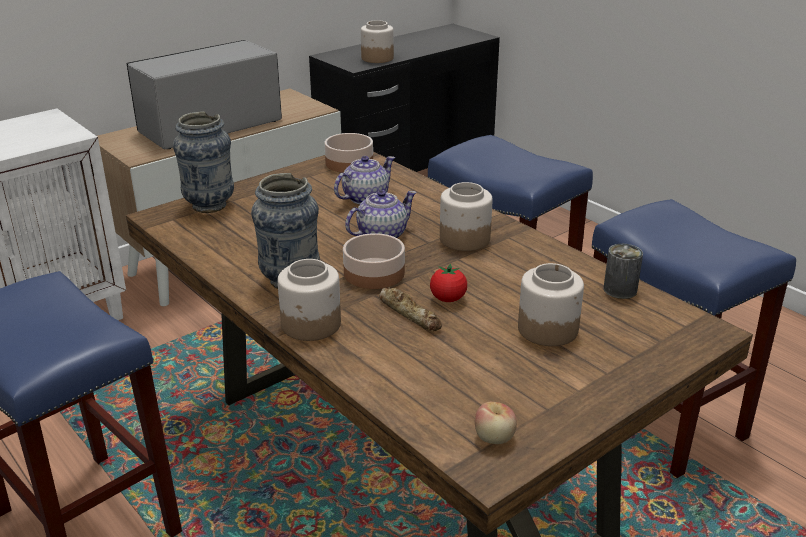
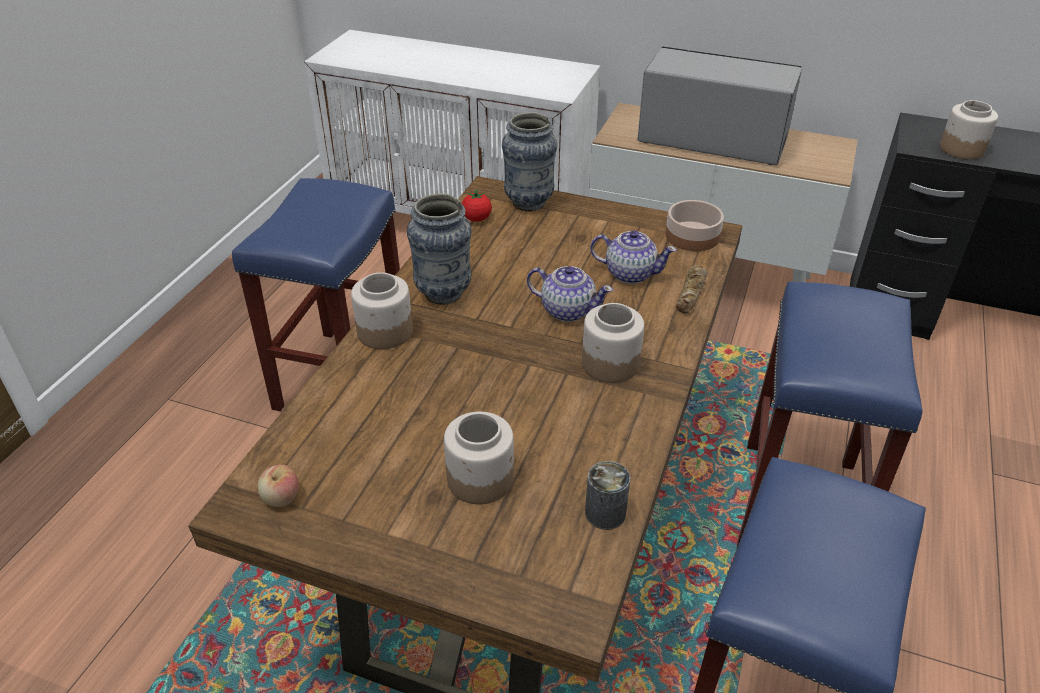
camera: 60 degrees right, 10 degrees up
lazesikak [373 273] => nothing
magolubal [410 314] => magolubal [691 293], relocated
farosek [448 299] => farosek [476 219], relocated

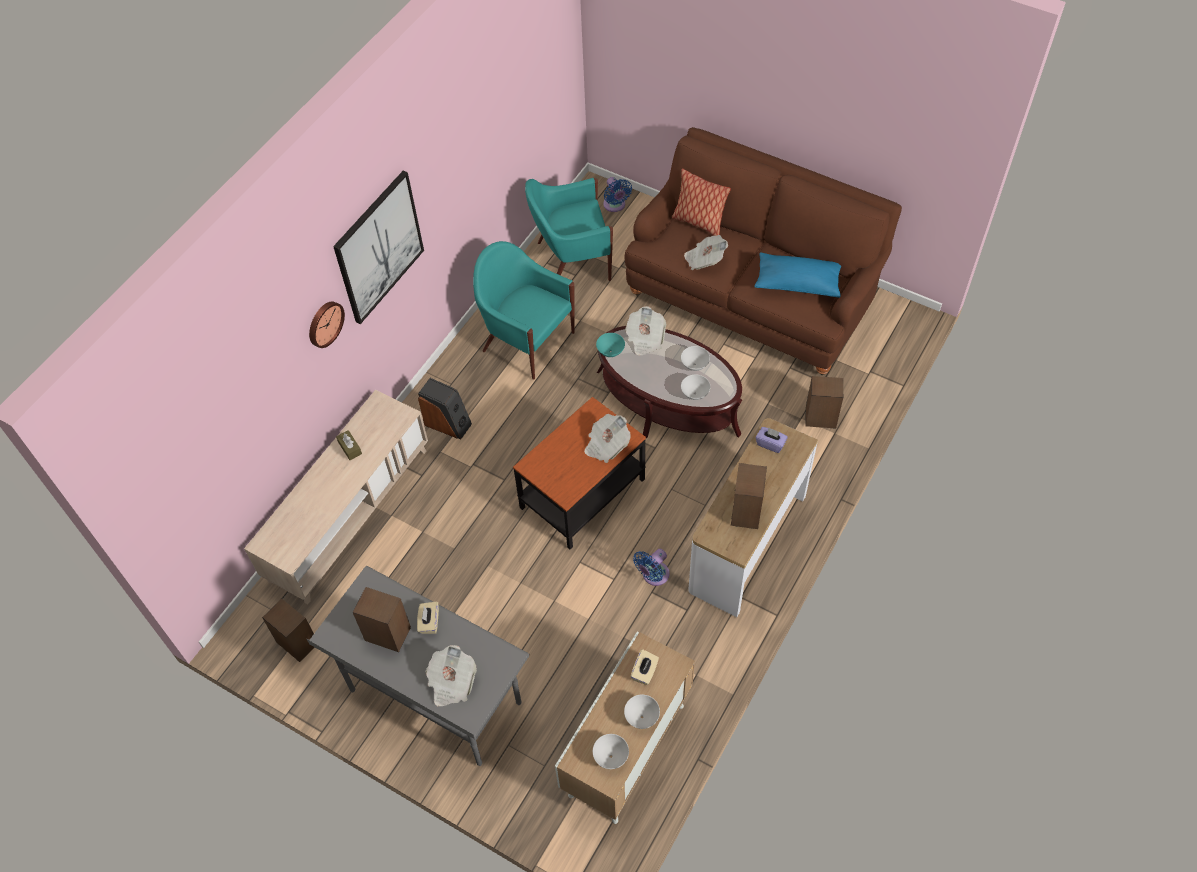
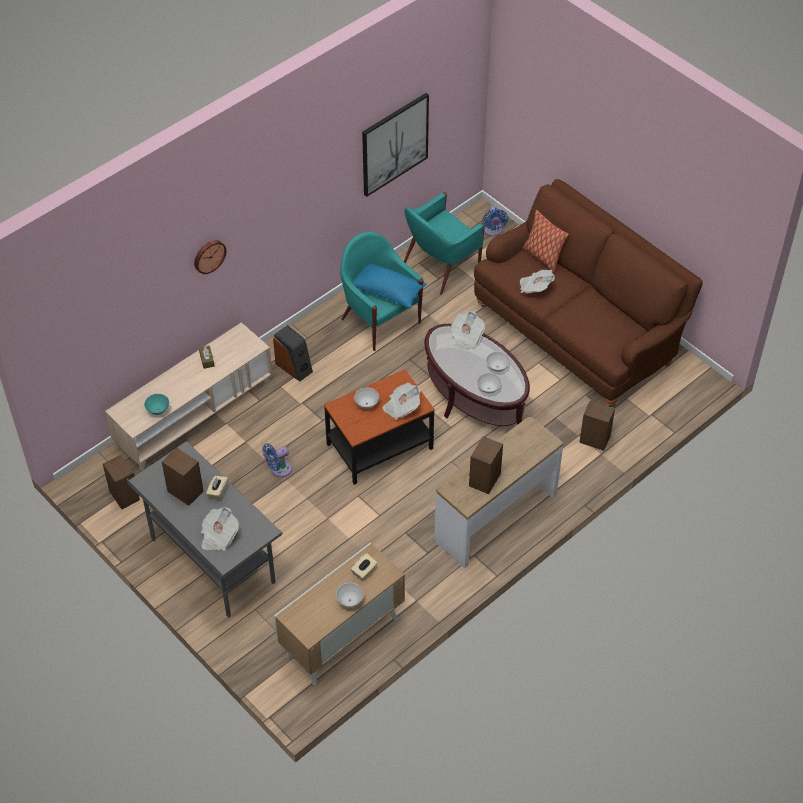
camera: 15 degrees right, 5 degrees down
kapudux [379 247] => kapudux [394 144], relocated
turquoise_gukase [571 261] => turquoise_gukase [440 267], 45 degrees counterclockwise
white_lazesikak [610 756] => white_lazesikak [366 404], relocated
turquoise_lazesikak [610 351] => turquoise_lazesikak [158 410], relocated
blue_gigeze [653 575] => blue_gigeze [278 469], relocated
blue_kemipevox [797 283] => blue_kemipevox [388 291], relocated
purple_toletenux [770 444] => nothing

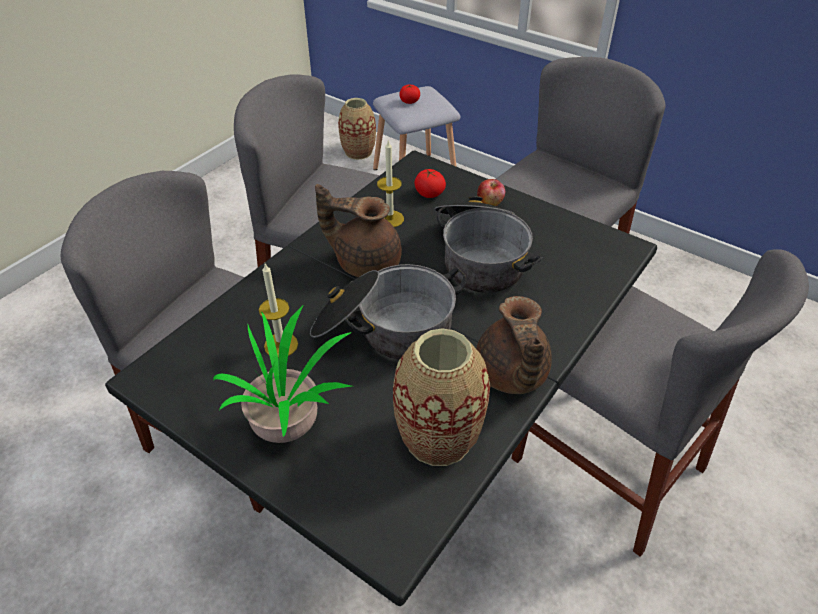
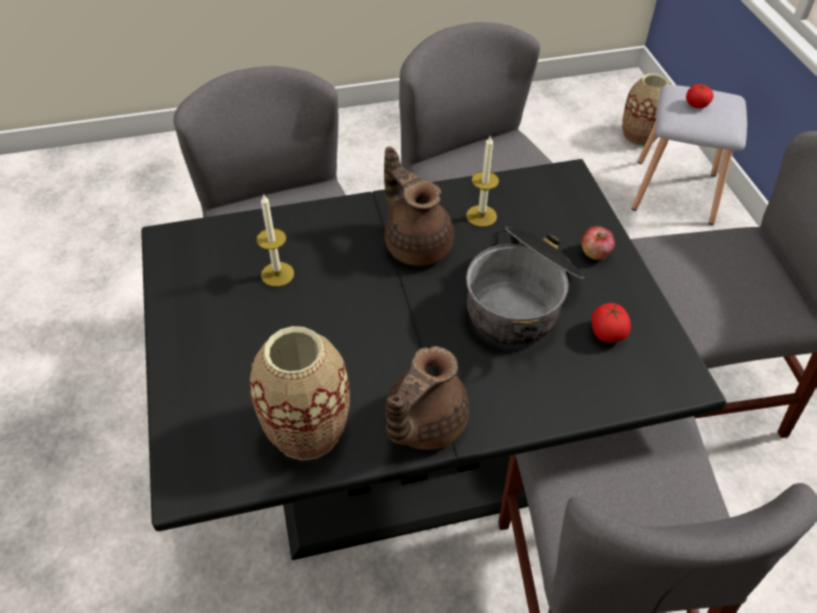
camera: 40 degrees right, 5 degrees up
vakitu [291 424] => nothing
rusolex [385 330] => nothing
farosek [429 194] => farosek [607 333], relocated

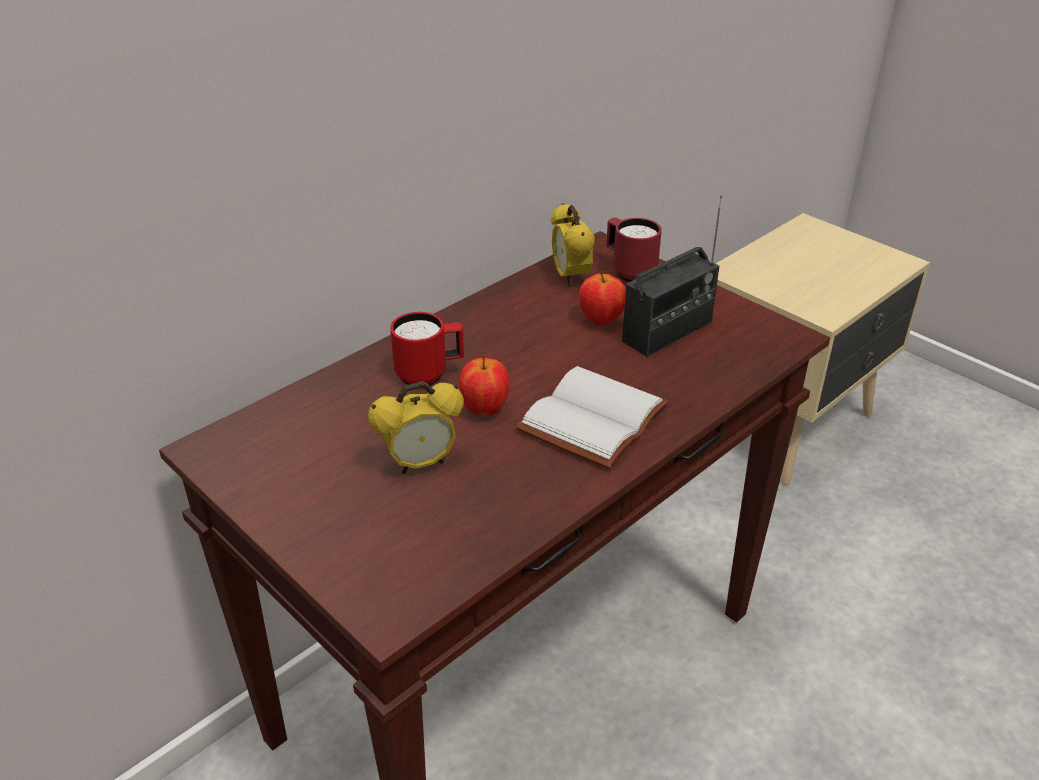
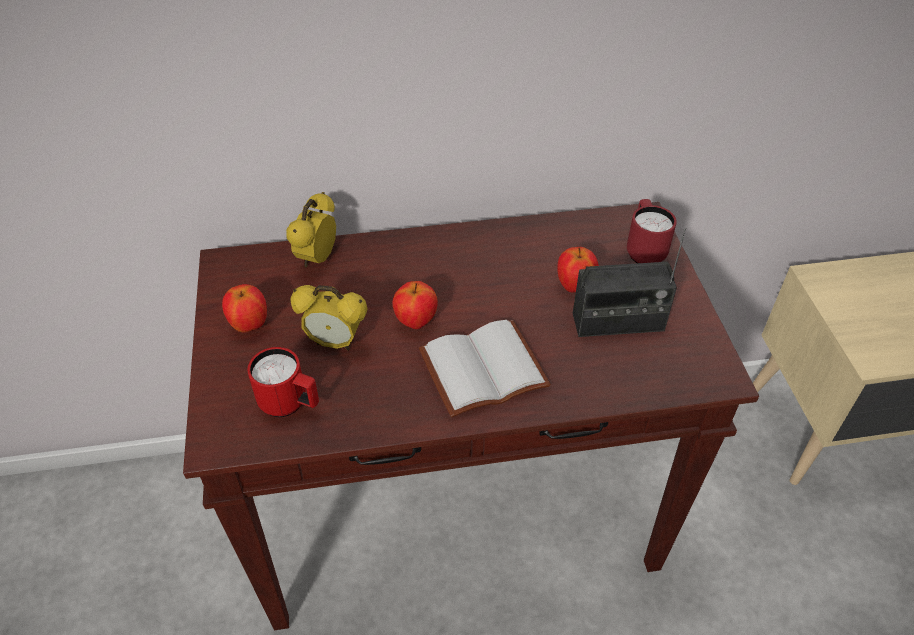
camera: 35 degrees right, 10 degrees up
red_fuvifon [430 374] => red_fuvifon [290 404], relocated
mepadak [570 278] => mepadak [317 259], relocated
nothing => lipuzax [249 325]

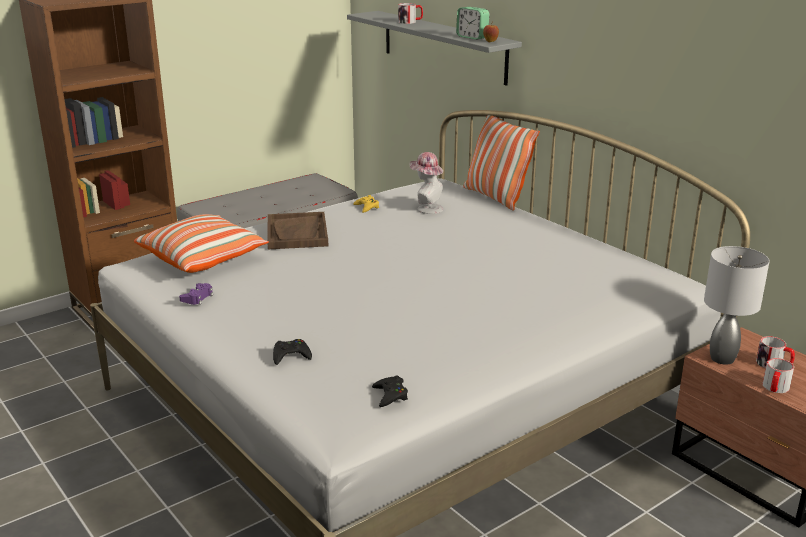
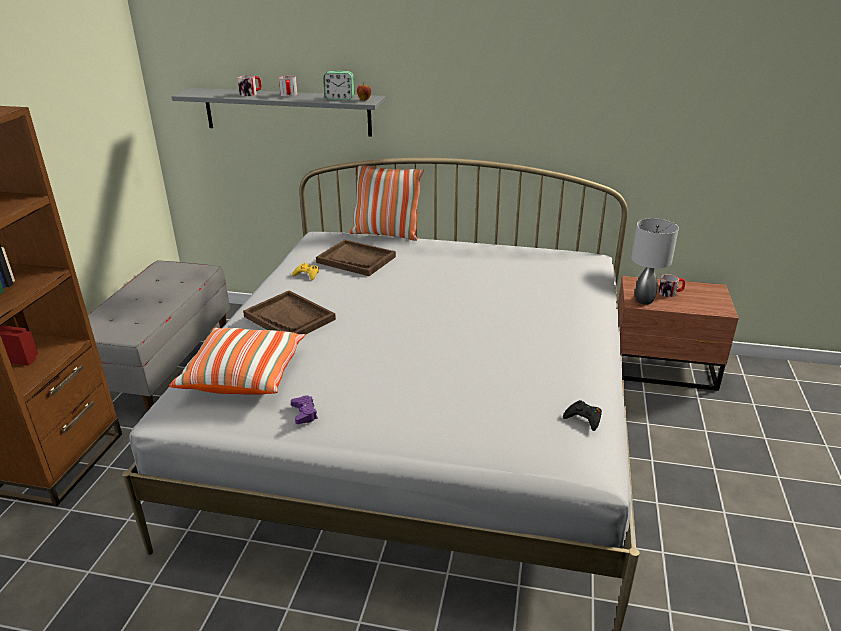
camera: 40 degrees left, 5 degrees up
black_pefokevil [291 355] => nothing
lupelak [426 208] => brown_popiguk [356 259]
fuvifon [775 388] => fuvifon [289 95], relocated

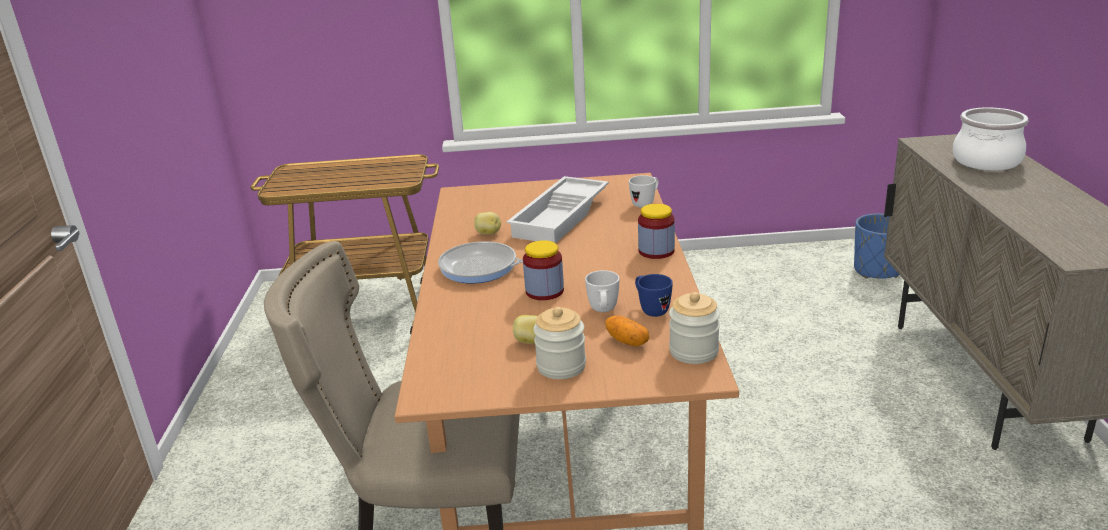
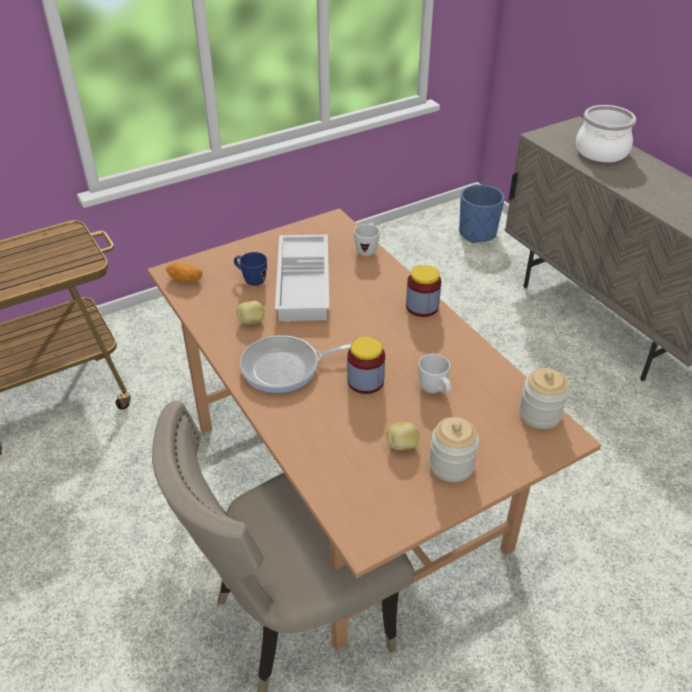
camera: 30 degrees left, 15 degrees up
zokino [627 341] => zokino [185 279], relocated
blue_fuvifon [651 309] => blue_fuvifon [251 280], relocated

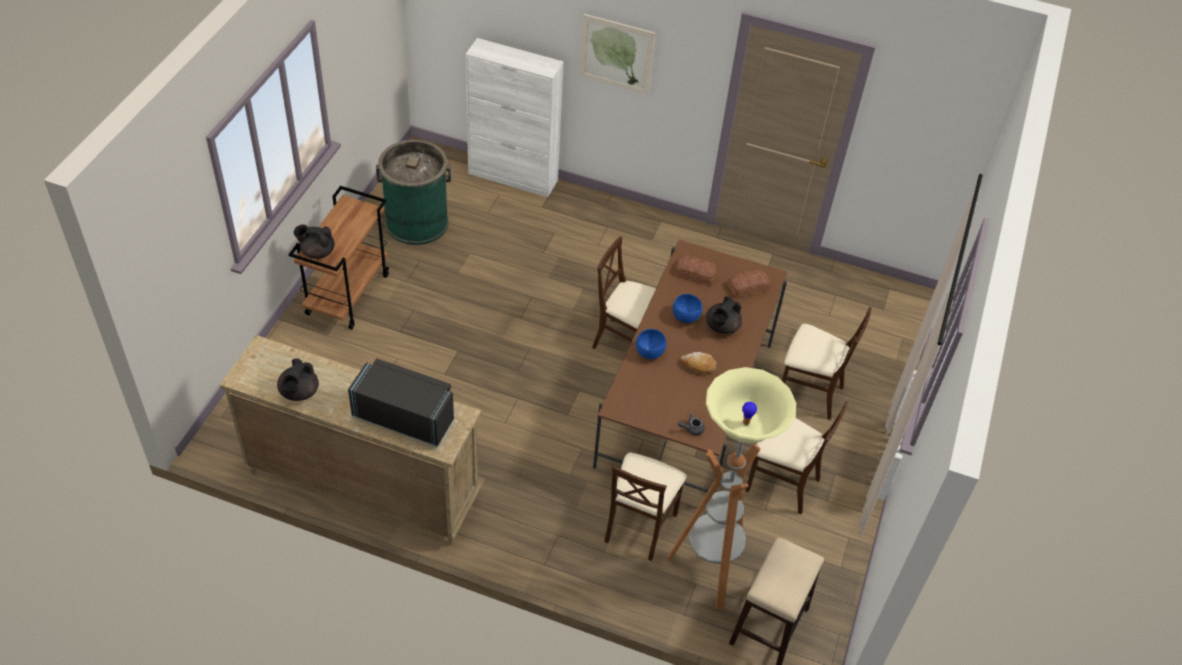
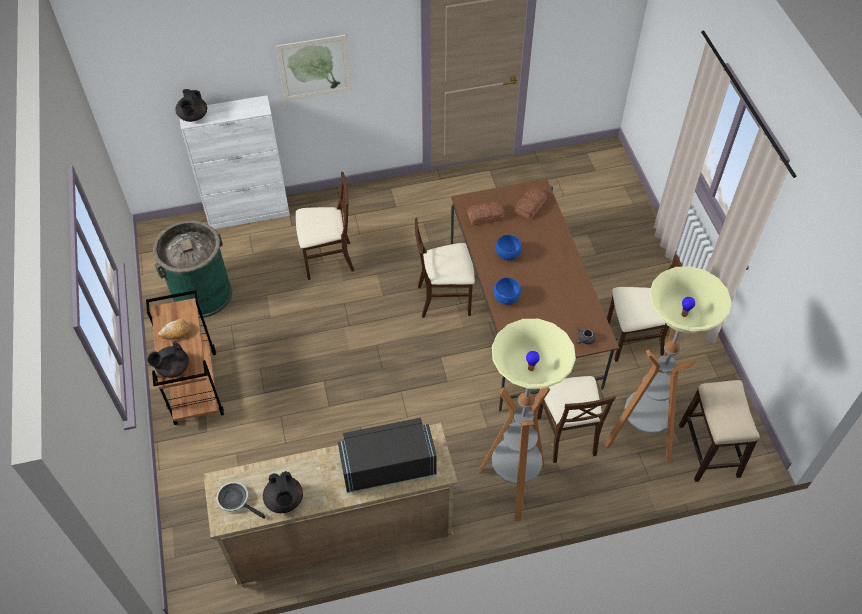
camera: 30 degrees left, 5 degrees up
magolubal [698 366] => magolubal [176 332], relocated
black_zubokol [721 327] => black_zubokol [193 117], relocated
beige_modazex [809 393] => beige_modazex [327 259], relocated
nothing => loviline [236 500]
nothing => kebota [513 485]

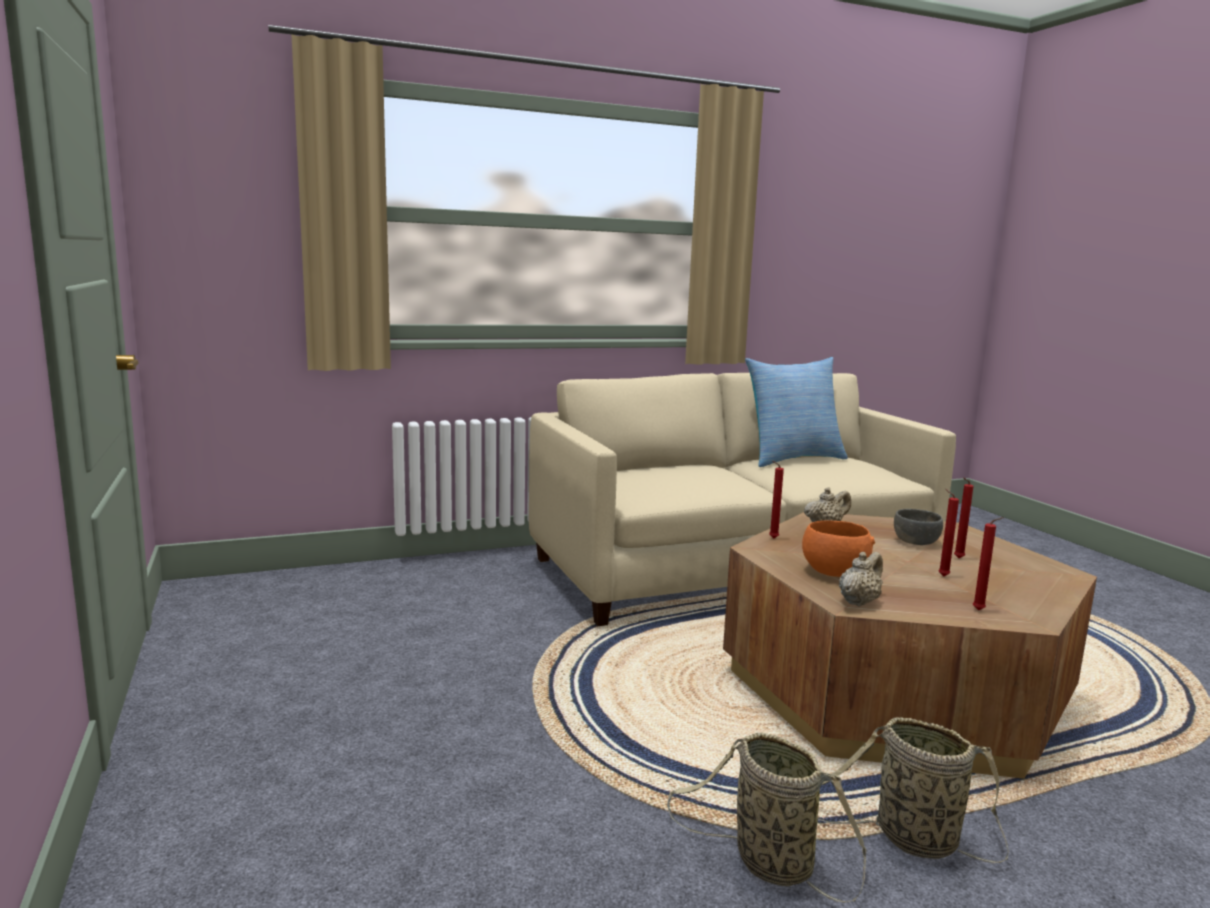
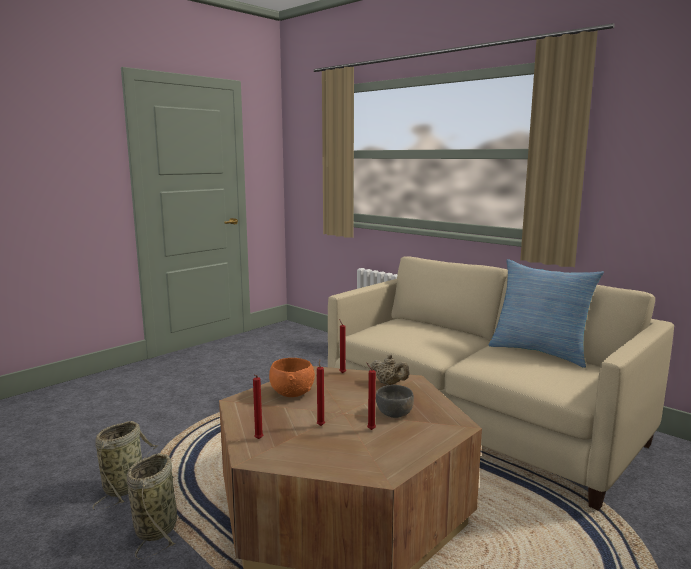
camera: 65 degrees right, 0 degrees up
beige_zubokol [859 601] => nothing

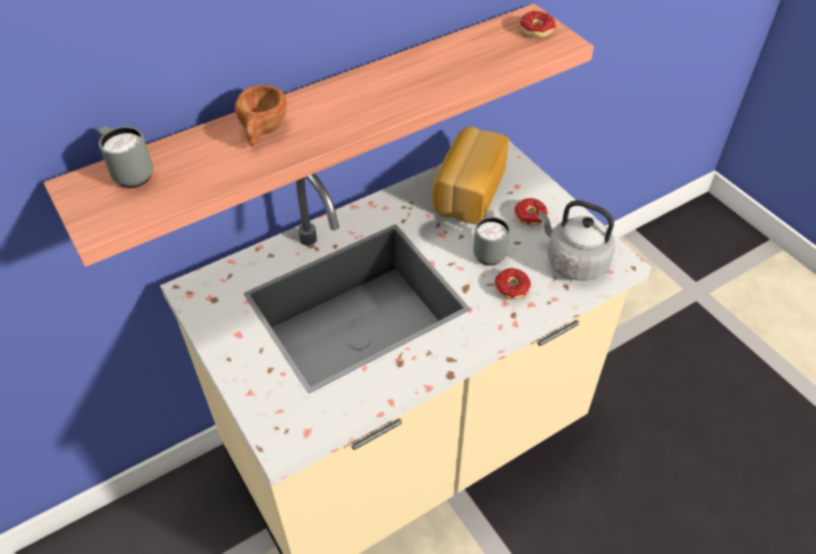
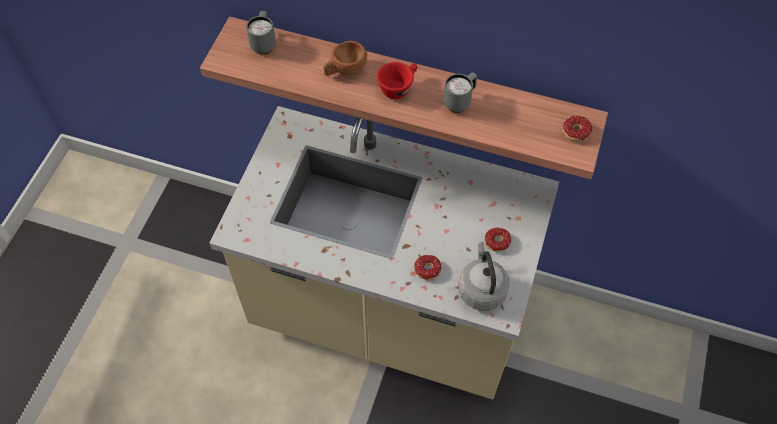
camera: 50 degrees right, 10 degrees up
magolubal [467 191] => nothing
grey_fuvifon [488 251] => grey_fuvifon [459 102], relocated
nothing => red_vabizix [398 87]

